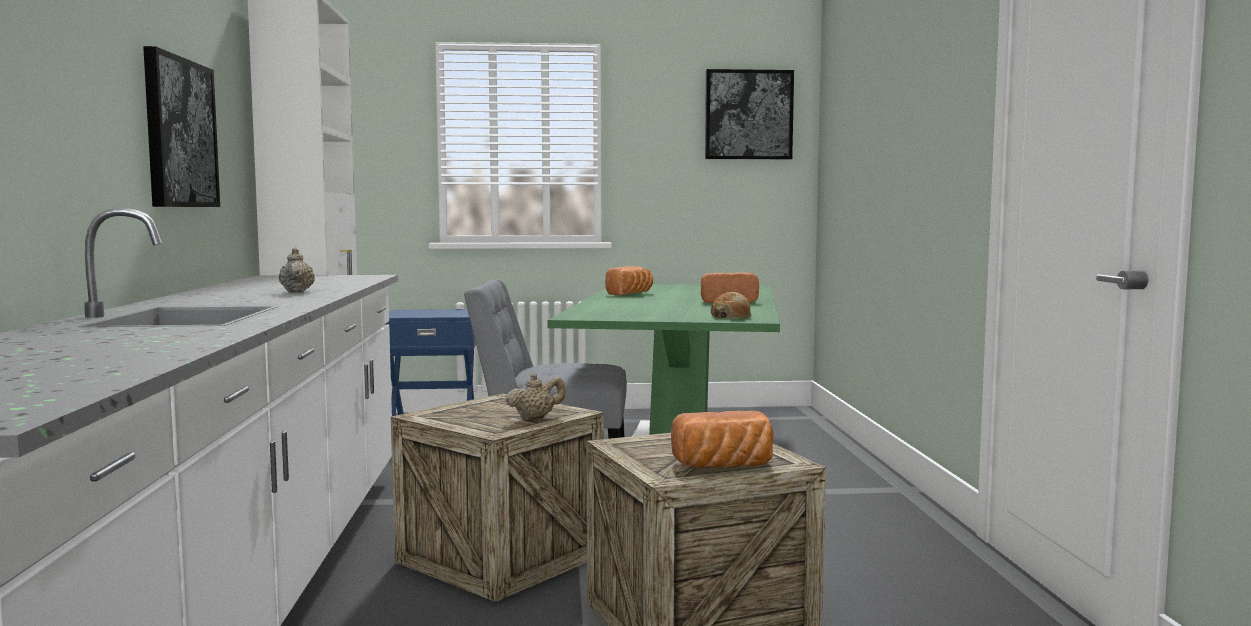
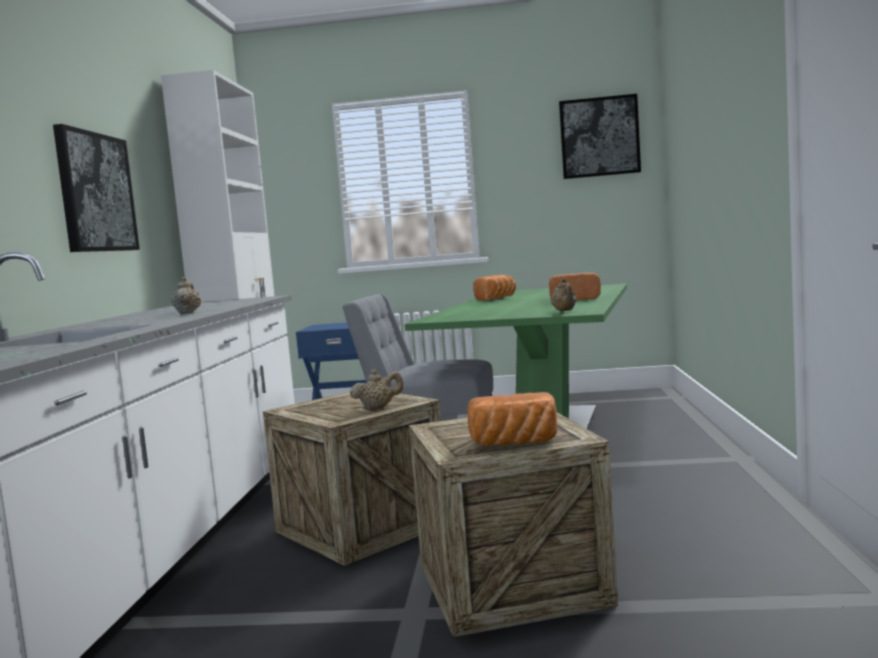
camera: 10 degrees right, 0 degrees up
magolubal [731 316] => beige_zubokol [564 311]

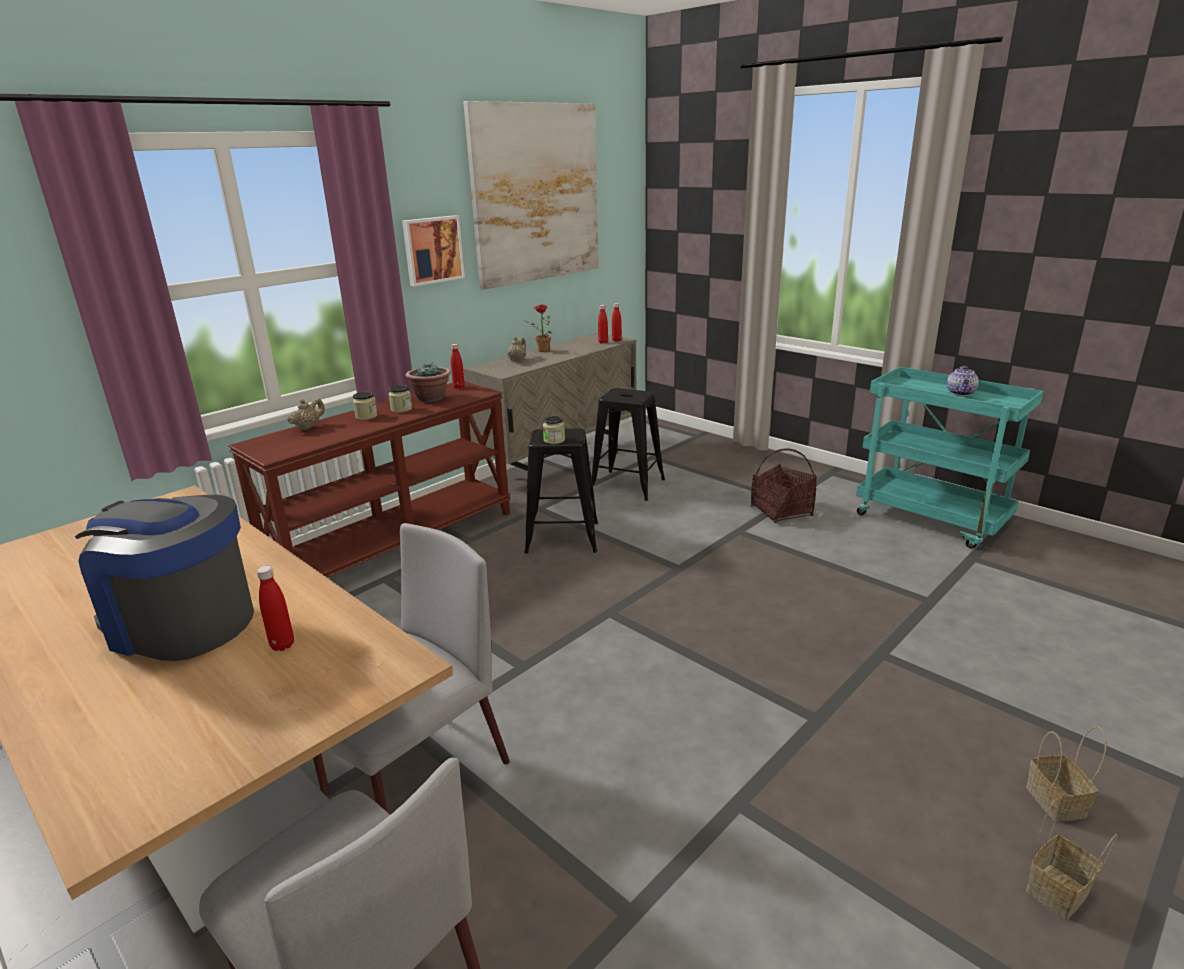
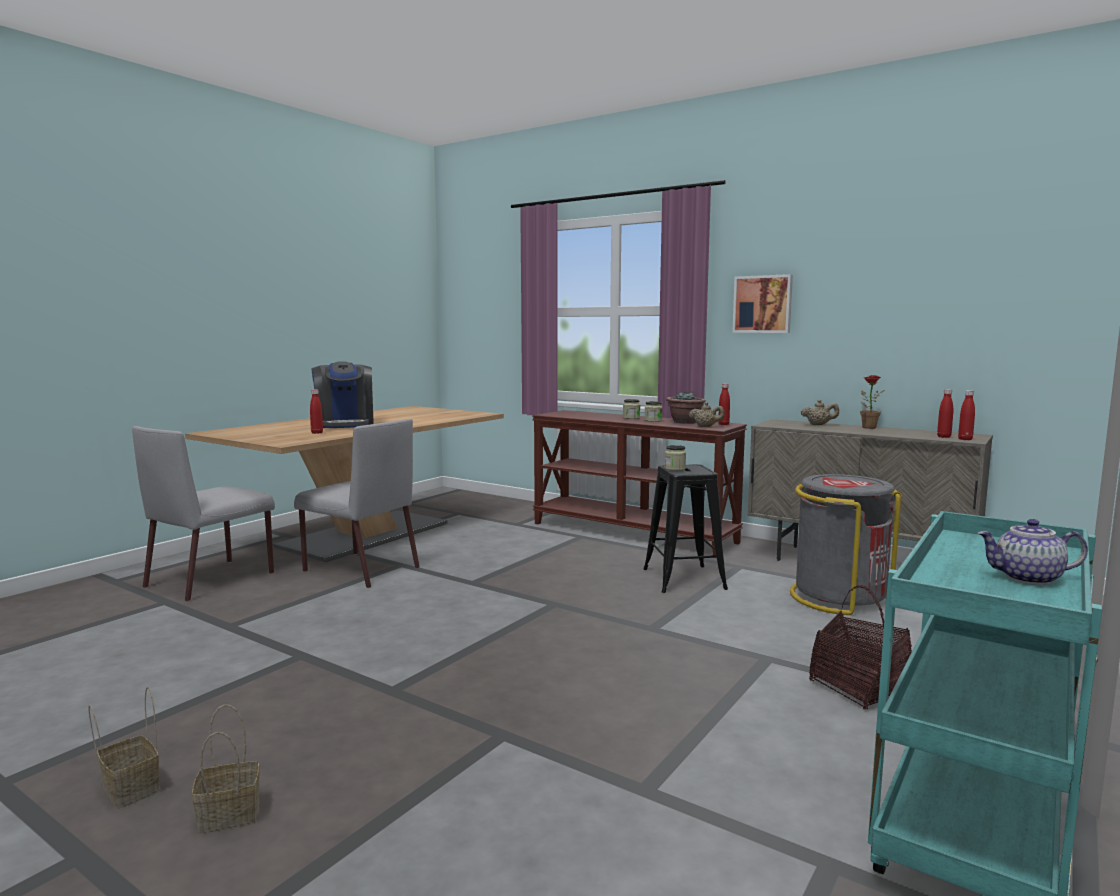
camera: 80 degrees right, 15 degrees down
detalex [181 624] => detalex [345 424], 150 degrees clockwise
beige_zubokol [308 427] => beige_zubokol [706 427], relocated
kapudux [536 194] => nothing
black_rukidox [627 485] => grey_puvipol [838 597]

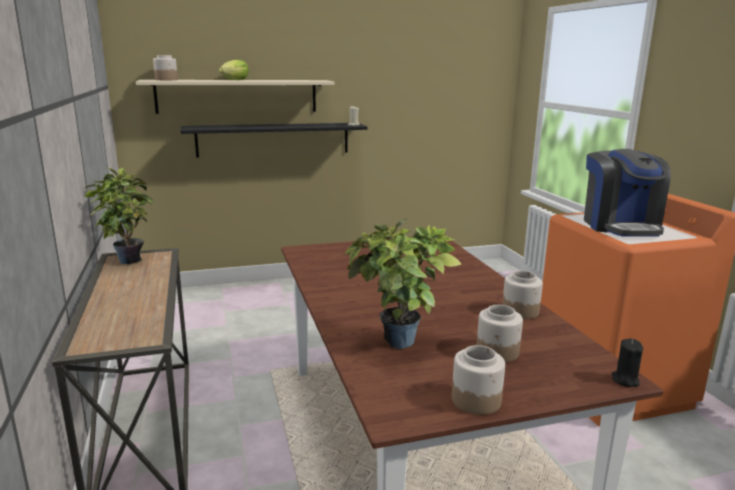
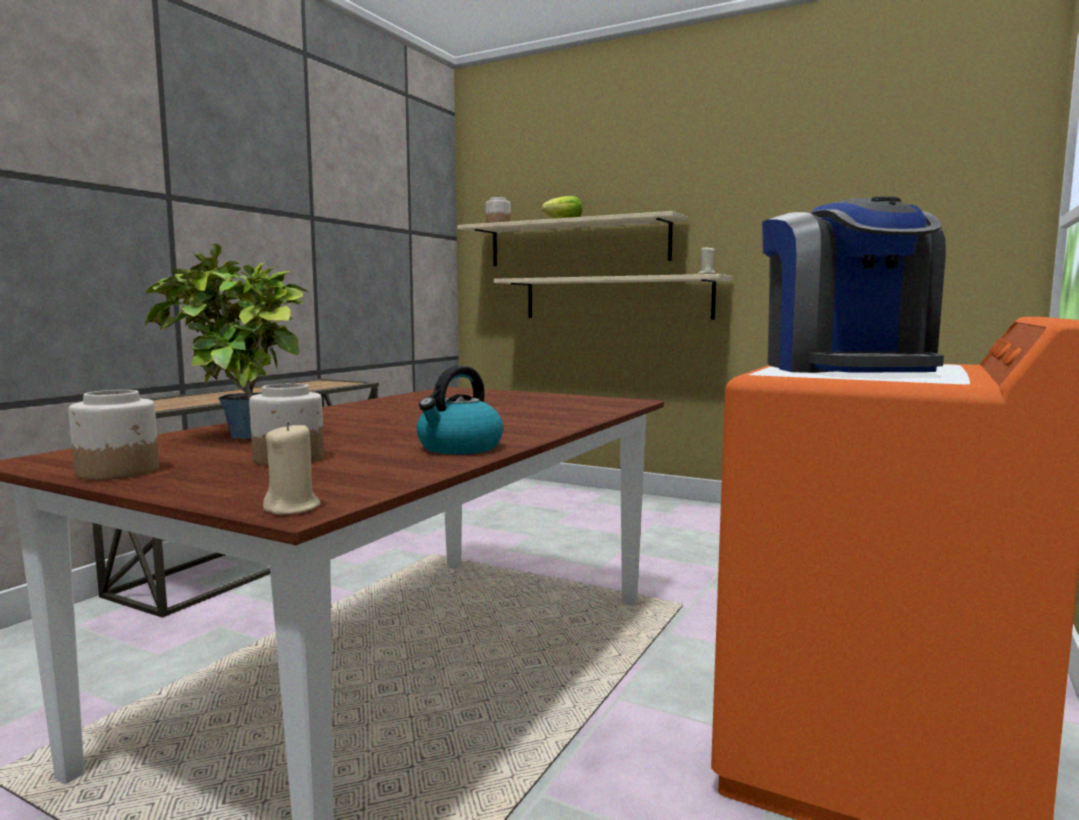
camera: 45 degrees right, 10 degrees down
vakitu [126 260] => nothing
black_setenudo [273 139] => beige_setenudo [616 298]
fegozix [520 311] => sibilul [459 448]
detalex [620 226] => detalex [846 368], 45 degrees counterclockwise
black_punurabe [625 380] => beige_punurabe [292 508]

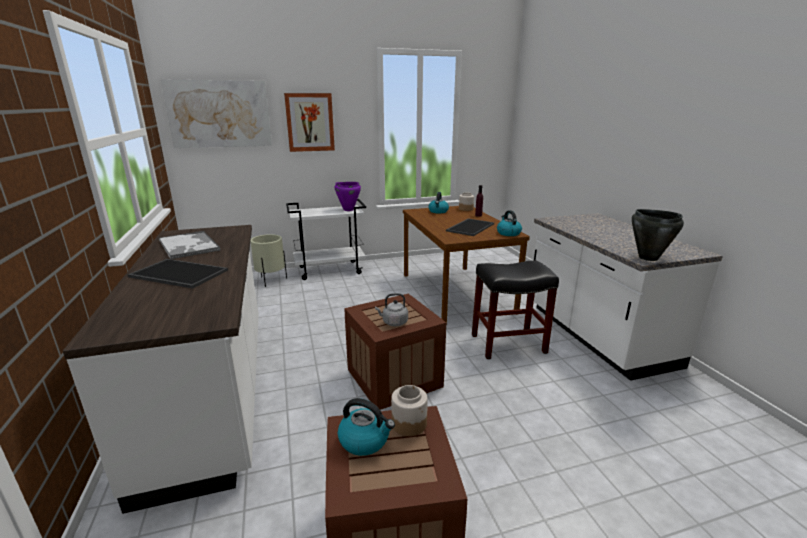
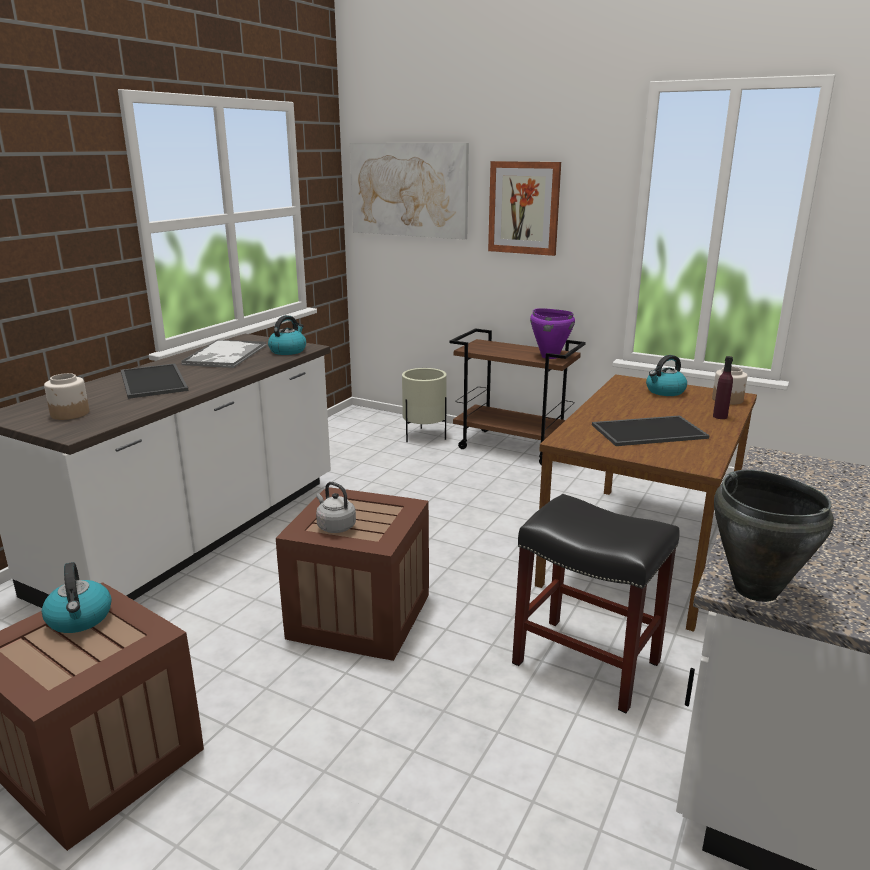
camera: 45 degrees right, 0 degrees up
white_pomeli [330 270] => brown_pomeli [514 447]
fegozix [409 423] => fegozix [70 413], relocated
sibilul [508 233] => sibilul [288 351], relocated

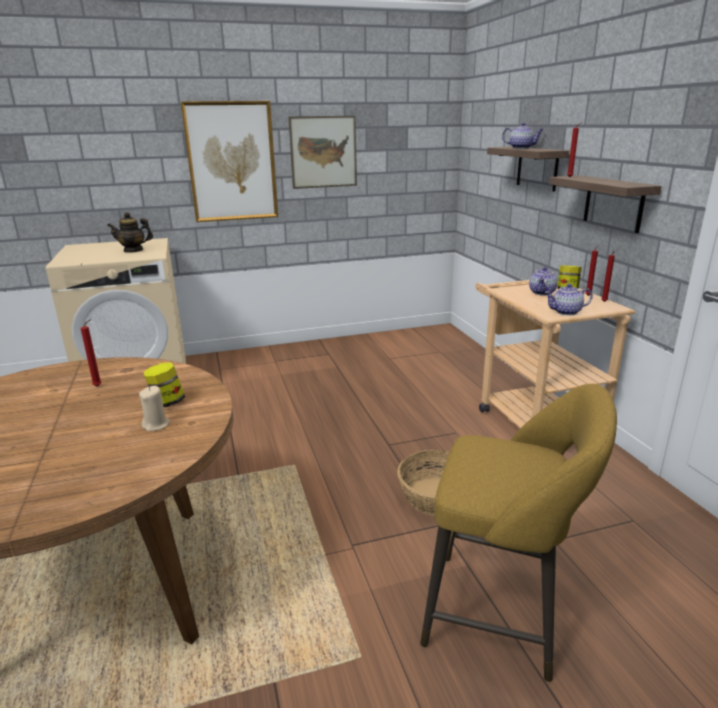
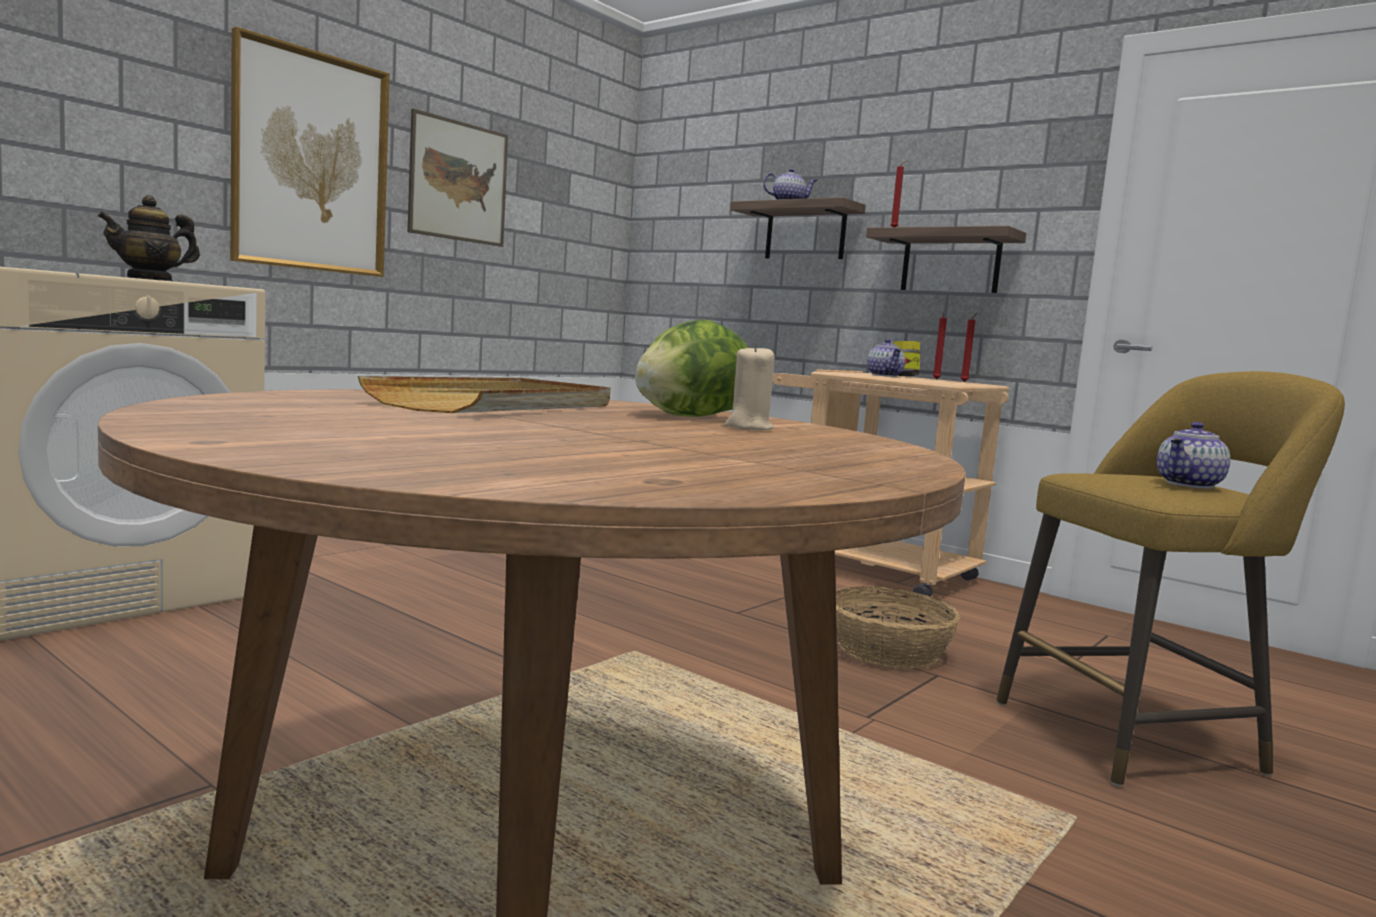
camera: 35 degrees left, 15 degrees down
red_punurabe [99 386] => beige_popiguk [499 405]
fegozix [167 403] => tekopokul [689 417]
zubokol [566 312] => zubokol [1190 485], relocated

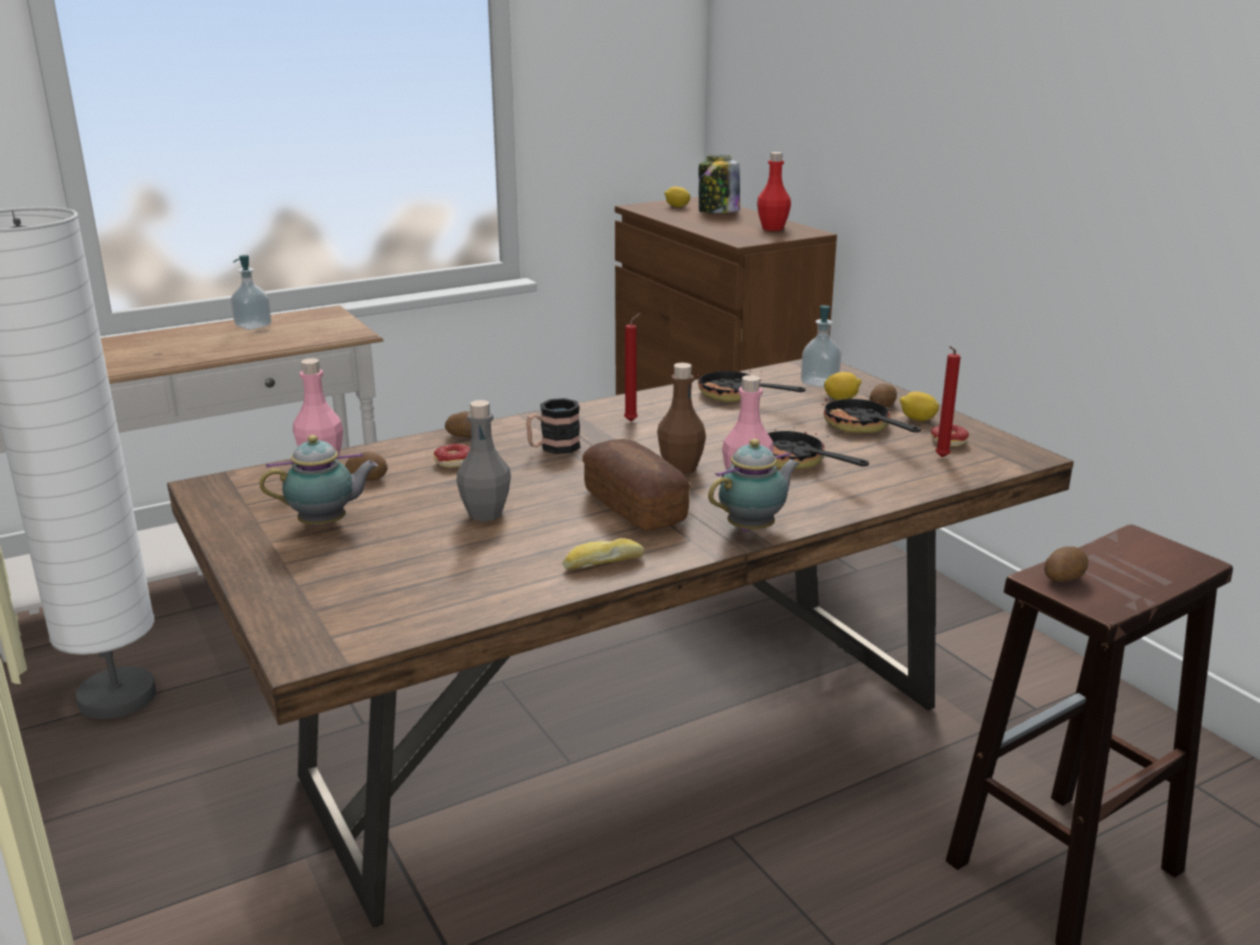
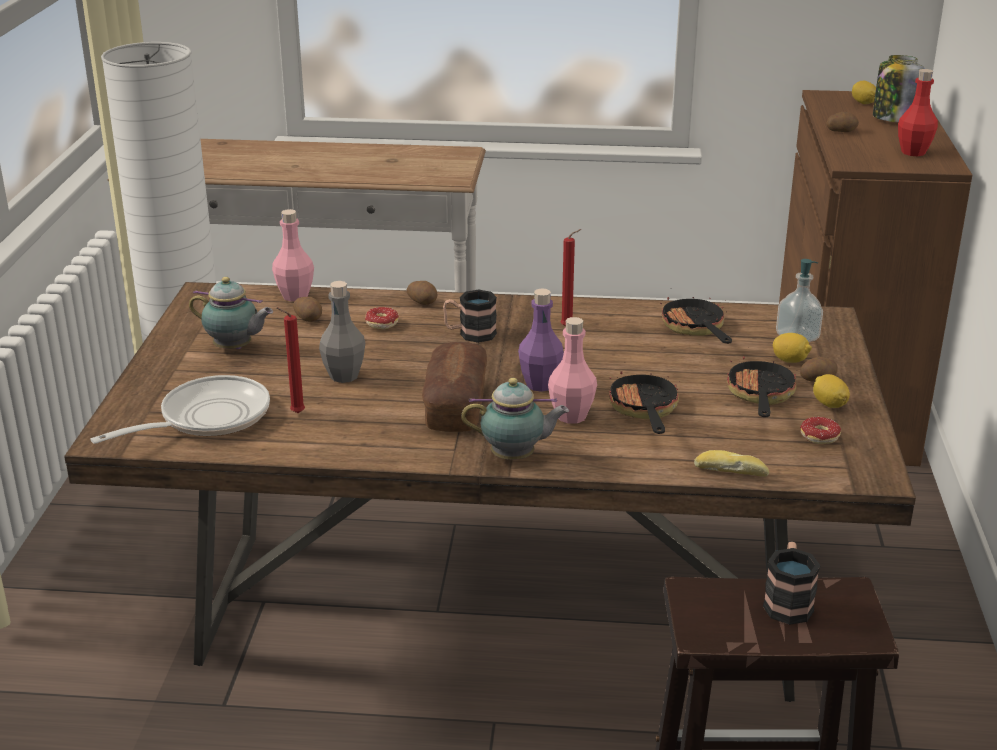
camera: 35 degrees right, 5 degrees up
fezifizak [253 326] => nothing
magolubal [603 563] => magolubal [731 471], relocated
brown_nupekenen [680 468] => purple_nupekenen [540 384]
red_punurabe [940 458] => red_punurabe [295 413], relocated
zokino [1063 577] => zokino [841 131], relocated
nothing => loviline [206 418]
nothing => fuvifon [788 601]

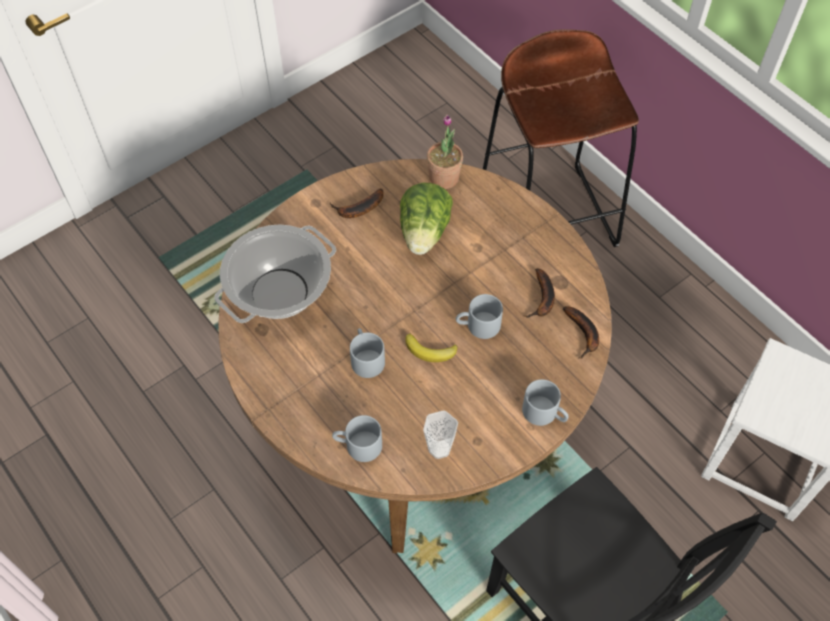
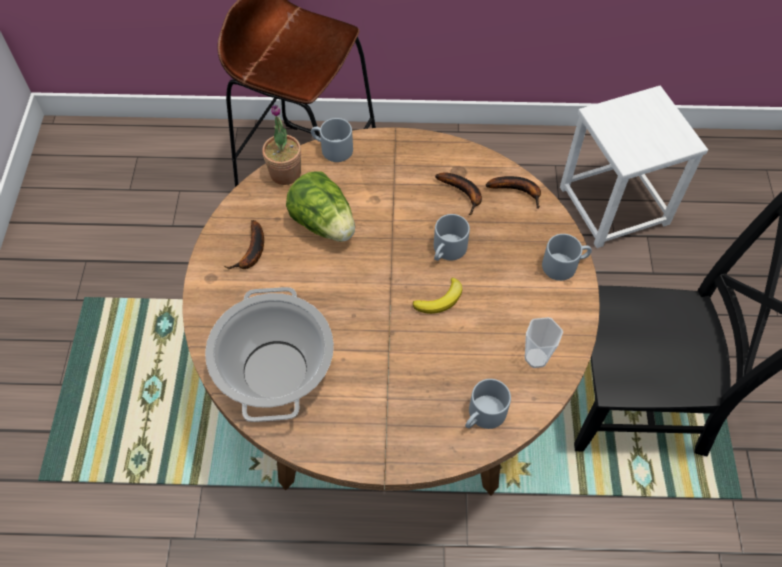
camera: 50 degrees left, 0 degrees up
grey_fuvifon [365 358] => grey_fuvifon [331 149], relocated

